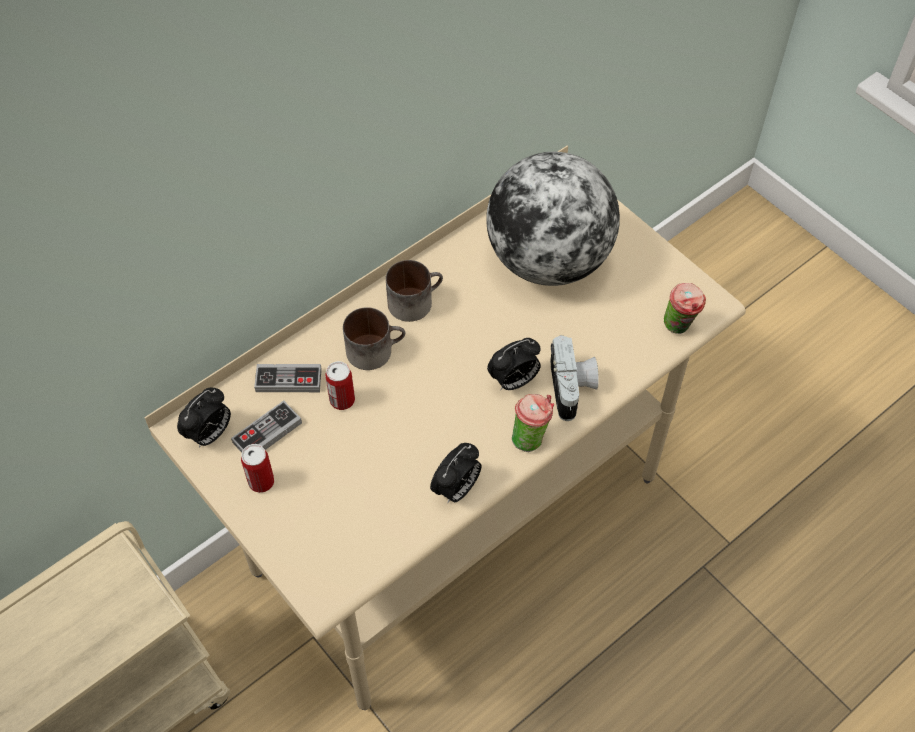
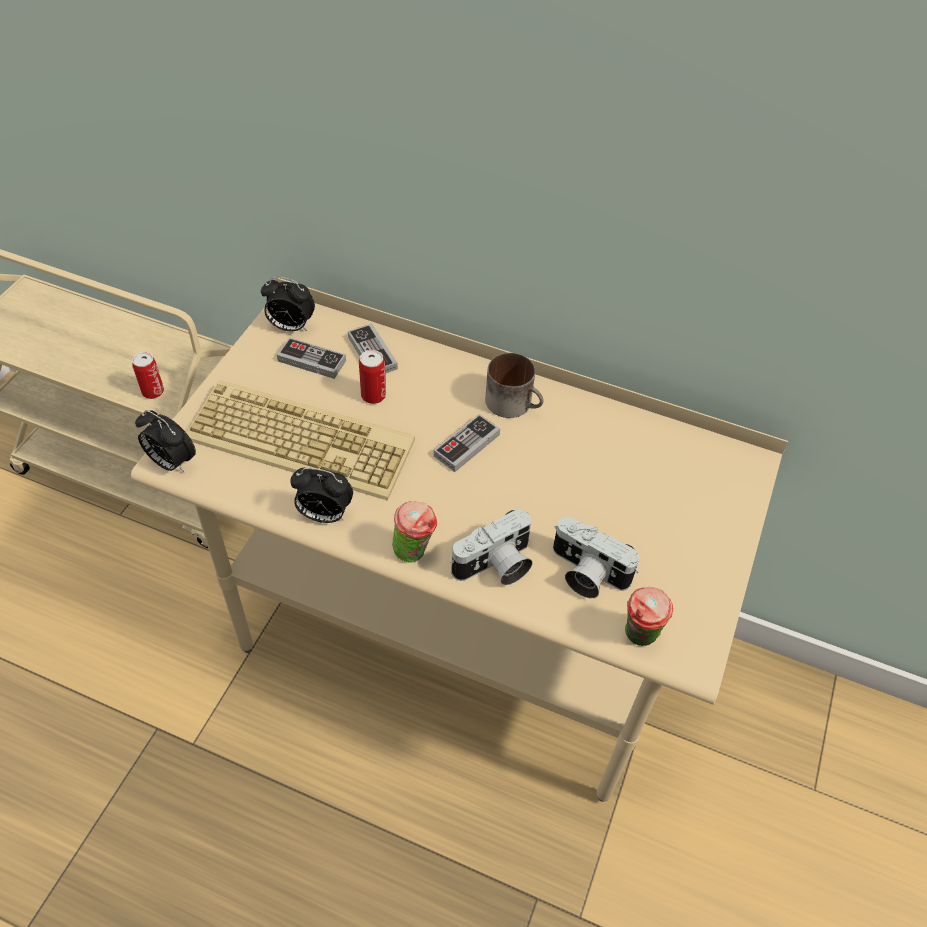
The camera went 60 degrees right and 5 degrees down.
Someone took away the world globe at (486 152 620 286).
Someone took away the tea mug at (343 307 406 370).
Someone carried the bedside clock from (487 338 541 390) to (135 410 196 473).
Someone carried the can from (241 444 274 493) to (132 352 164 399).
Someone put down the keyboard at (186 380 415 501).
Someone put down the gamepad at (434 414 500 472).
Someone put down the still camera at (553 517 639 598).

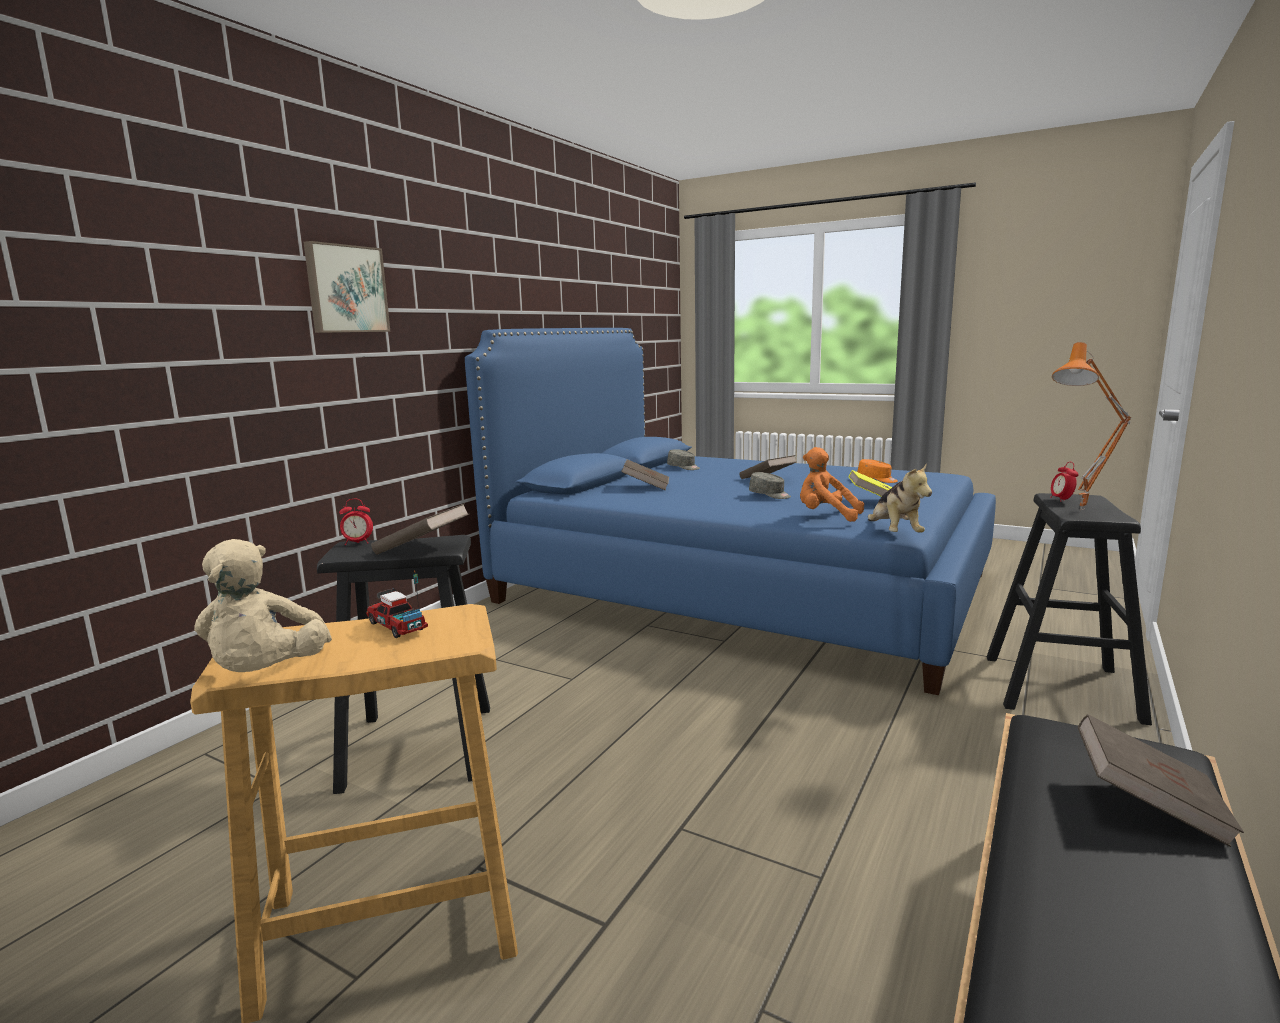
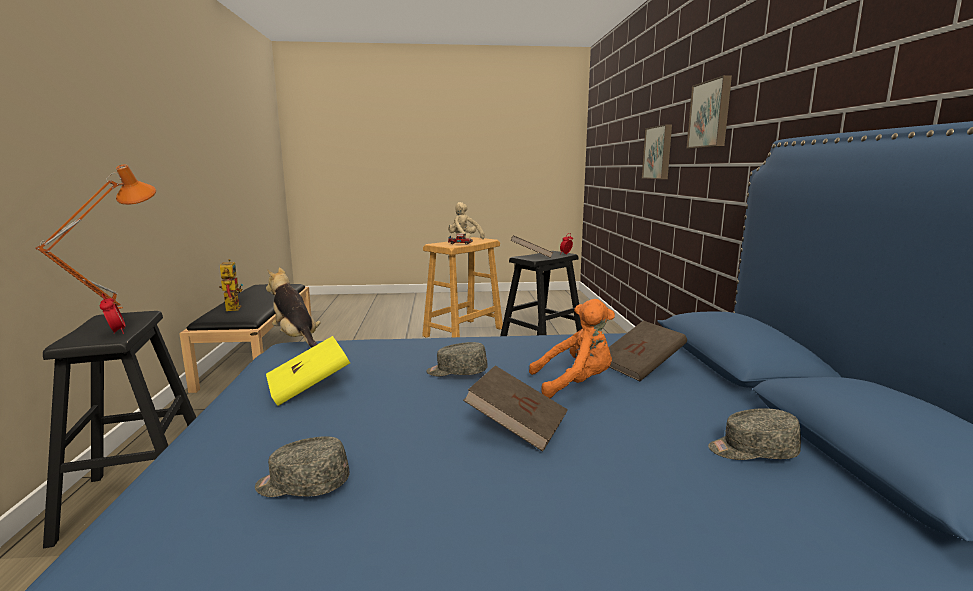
The camera went 145 degrees right and 0 degrees up.
Someone carried the orangey soft toy from (800 447 864 522) to (529 299 615 398).
Someone repainted the orangey cap at (857 459 898 483), which became the gray cap at (255 436 350 497).
Someone swapped the brownish bound book at (1078 714 1244 847) for the model robot at (219 259 243 311).
Someone put up the wall picture at (642 124 672 179).

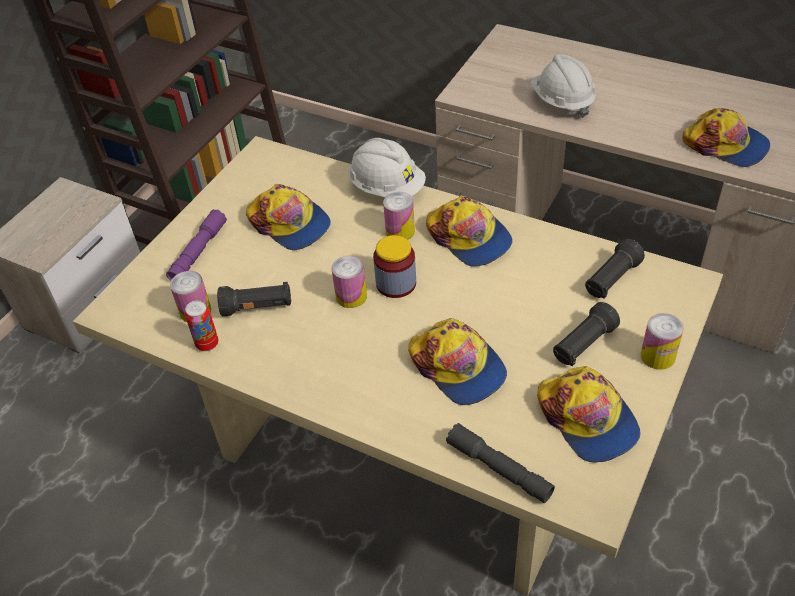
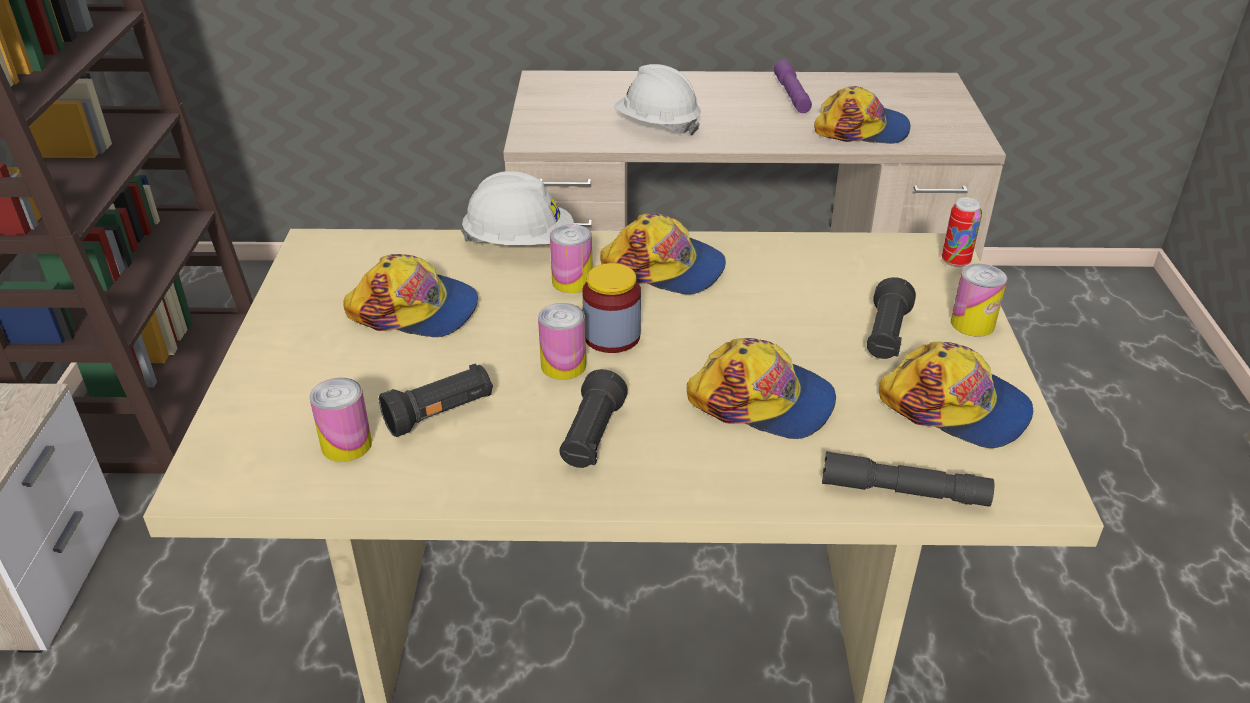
The camera went 30 degrees left and 10 degrees down.
Someone carried the purple hand torch from (166 209 227 281) to (774 60 812 113).
Someone carried the blackish hand torch from (585 239 645 299) to (559 369 628 468).
Someone carried the can from (185 300 218 351) to (942 197 982 267).

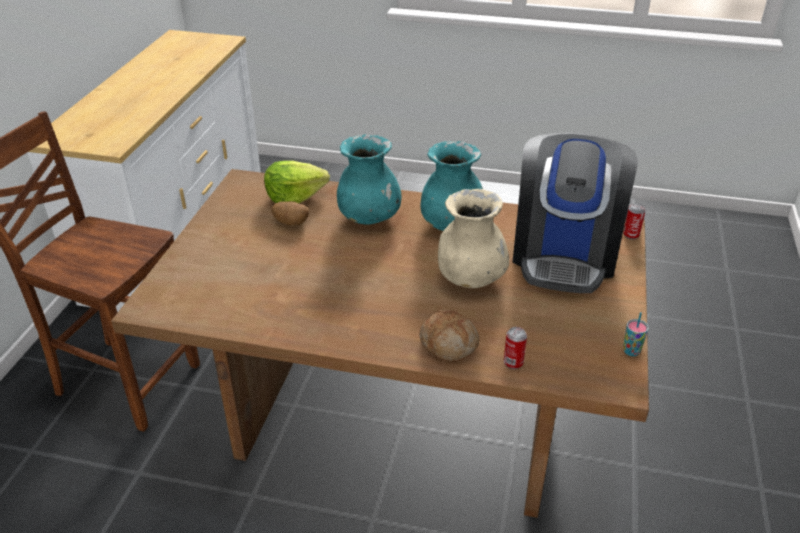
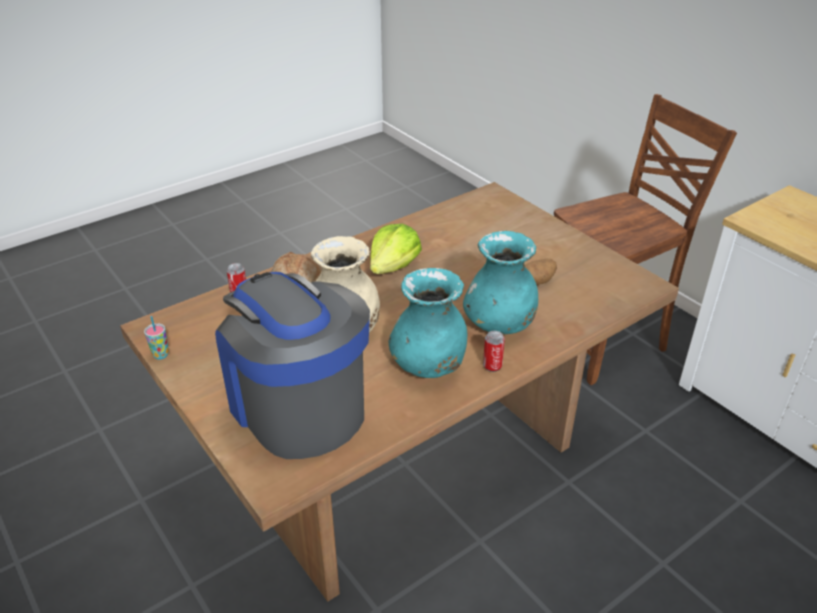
The camera went 130 degrees right and 0 degrees up.
Someone carried the lettuce head from (264 161 330 203) to (370 224 422 274).
Someone carried the can from (623 203 646 239) to (483 331 505 372).

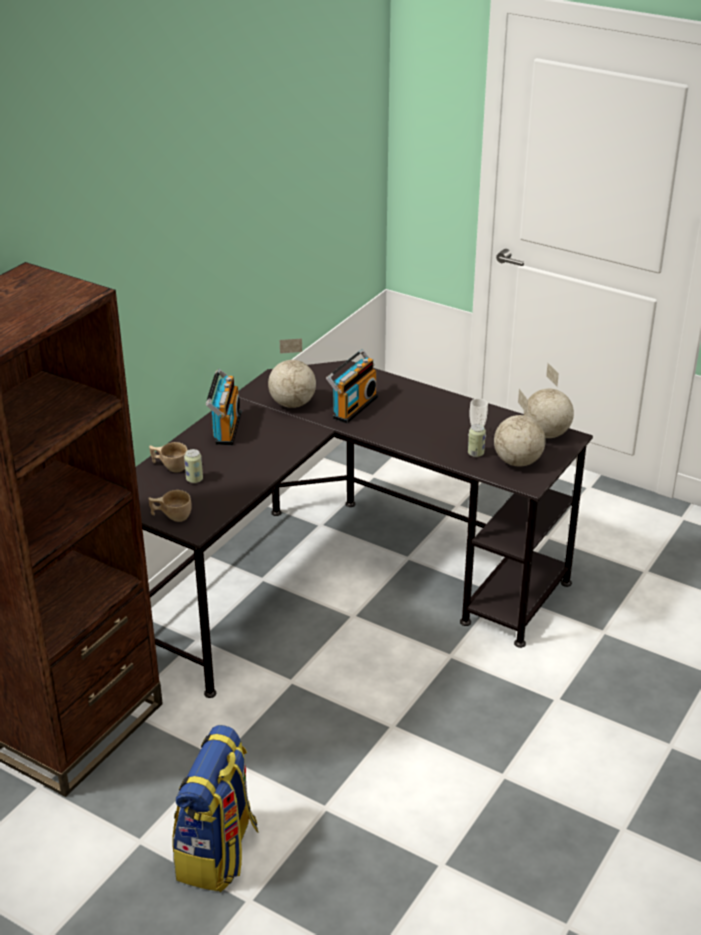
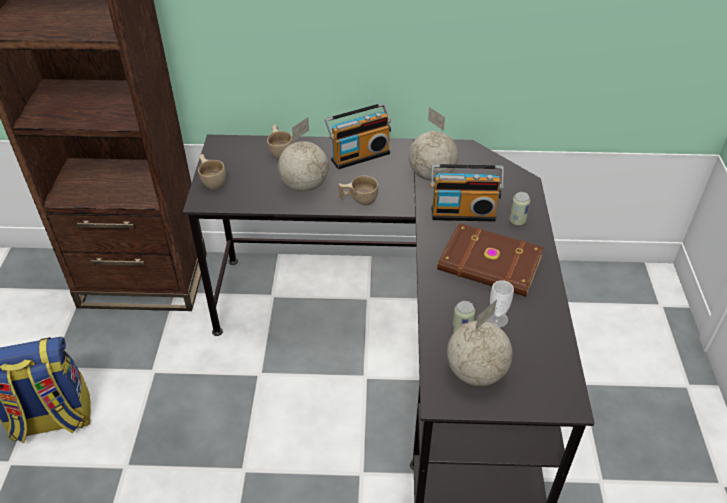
The camera went 60 degrees right and 10 degrees up.
Someone carried the world globe from (524 363 574 438) to (278 117 328 192).
Someone carried the can from (184 449 203 483) to (509 192 530 225).
Someone put down the beige-coloured drinking cup at (338 175 378 206).
Someone put down the brownish bound book at (437 223 544 297).

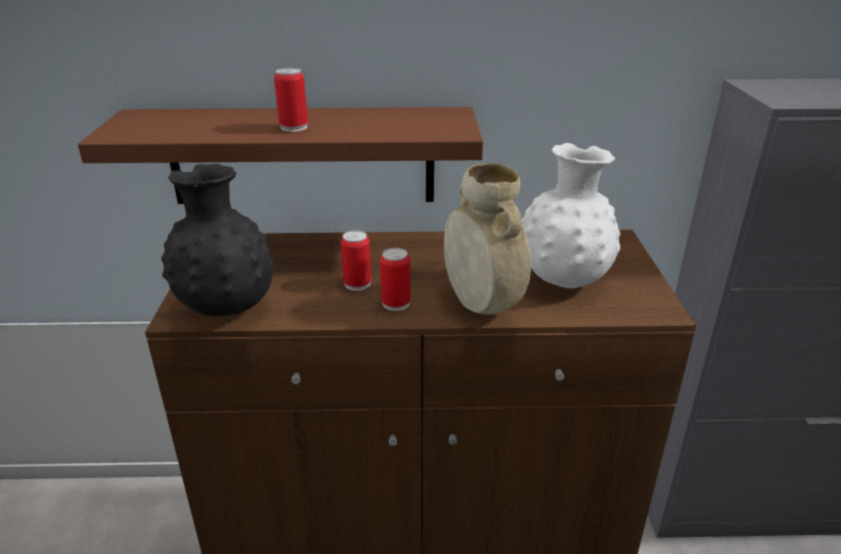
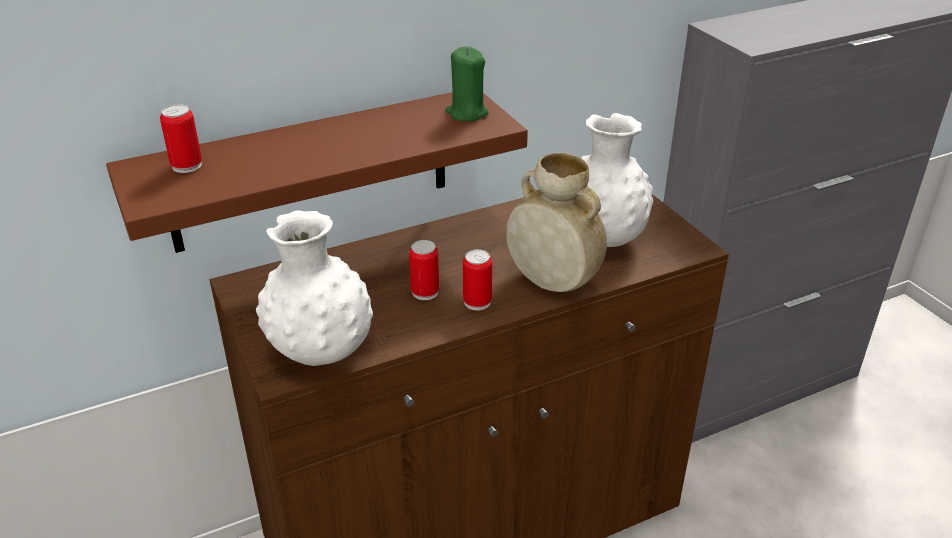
The camera went 25 degrees left and 5 degrees up.
Someone carried the can from (274 68 308 132) to (160 104 202 173).
Someone repainted the blackish flower vase at (161 164 274 316), which became the whitish flower vase at (256 211 373 366).
Someone put down the greenish candle at (445 47 489 121).

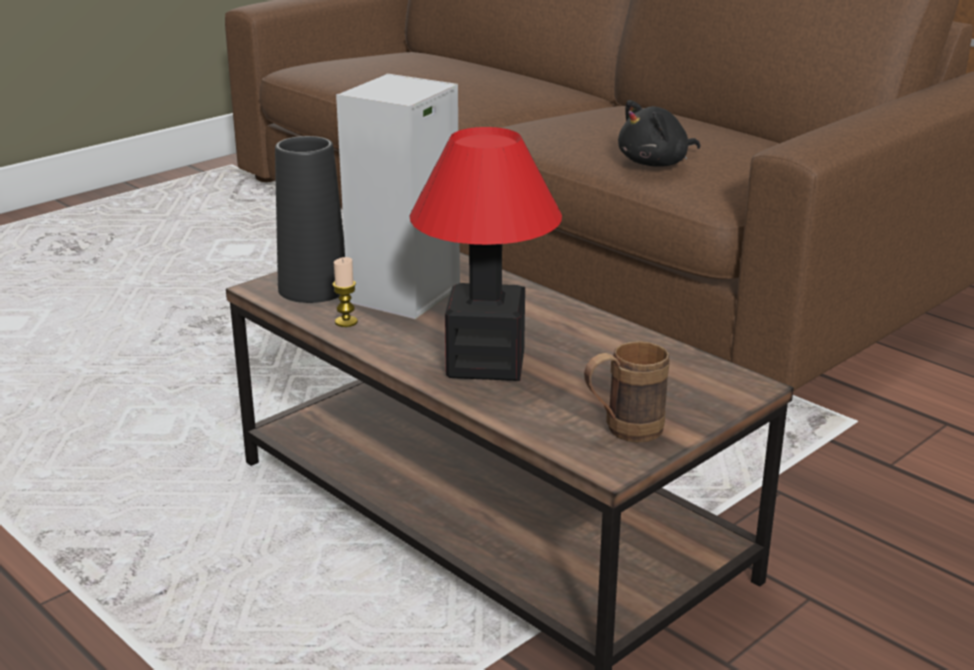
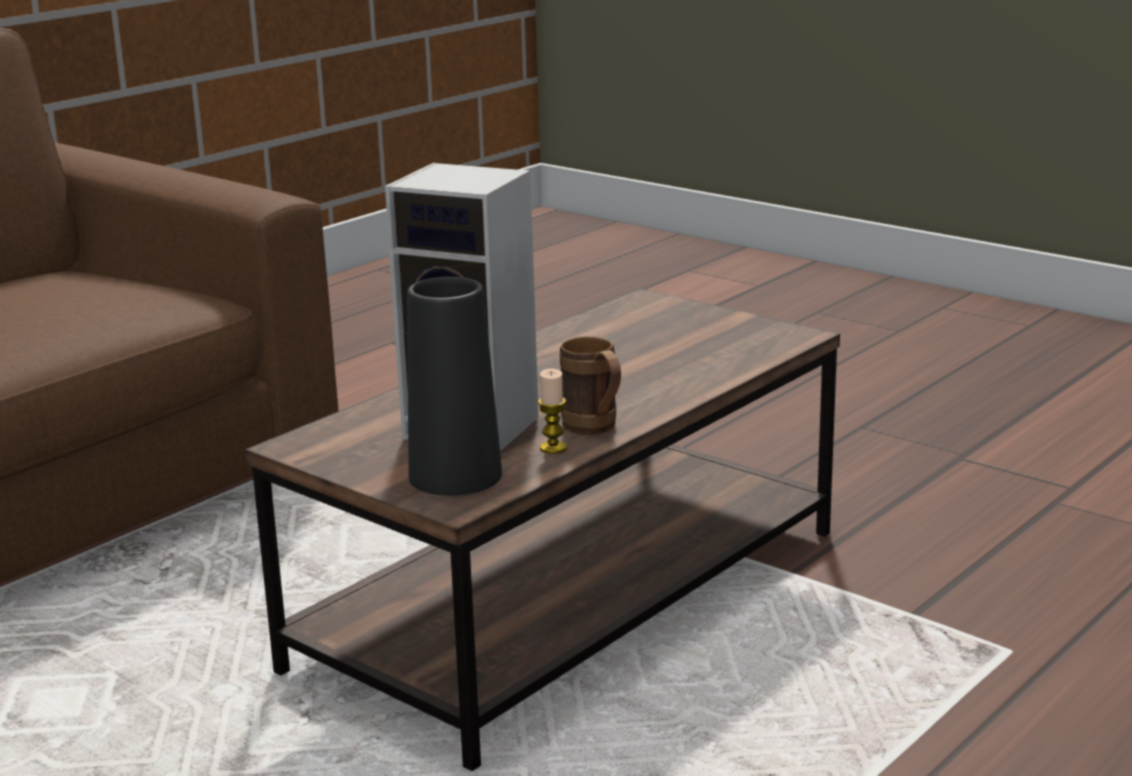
The camera went 95 degrees left and 5 degrees down.
Someone took away the blackish soft toy at (618 100 700 167).
Someone took away the tabletop lamp at (410 127 562 381).
Someone carried the brownish tea mug from (584 341 670 443) to (560 337 621 435).

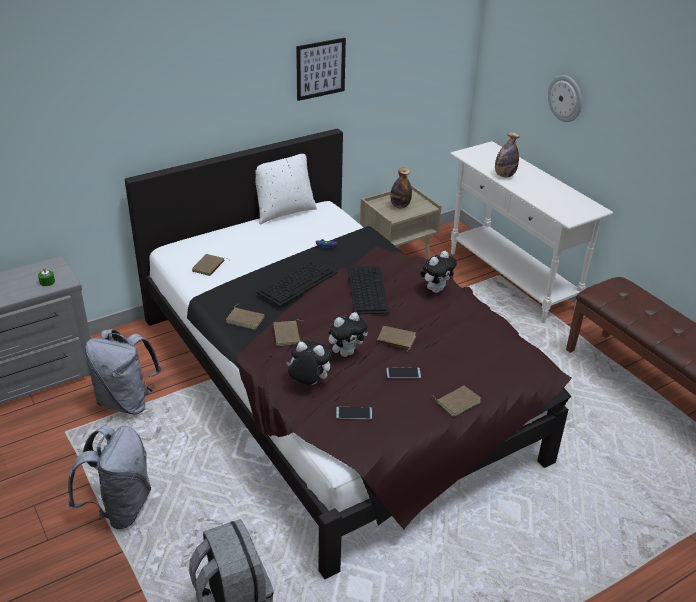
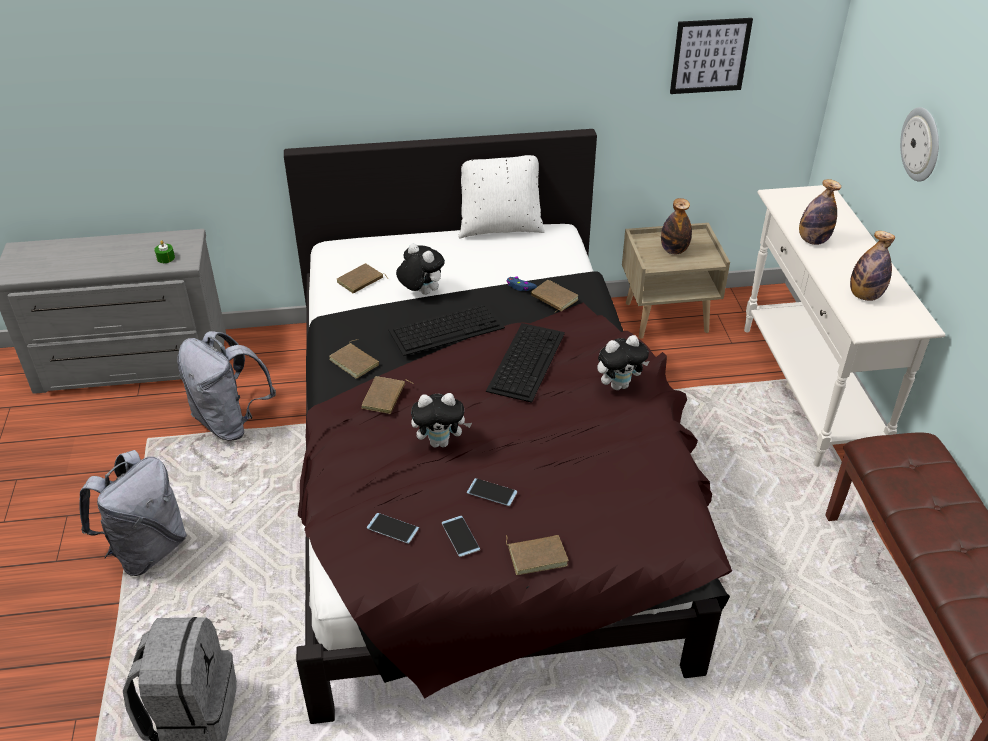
The camera went 25 degrees right and 5 degrees up.
Someone carried the wall picture from (296 38 346 101) to (670 18 753 94).
Someone carried the brownish bound book from (377 326 416 352) to (531 280 579 312).
Someone carried the soft toy from (286 341 332 385) to (396 243 445 295).
Someone put down the beverage bottle at (850 231 895 301).
Someone put down the phone at (442 516 480 557).

